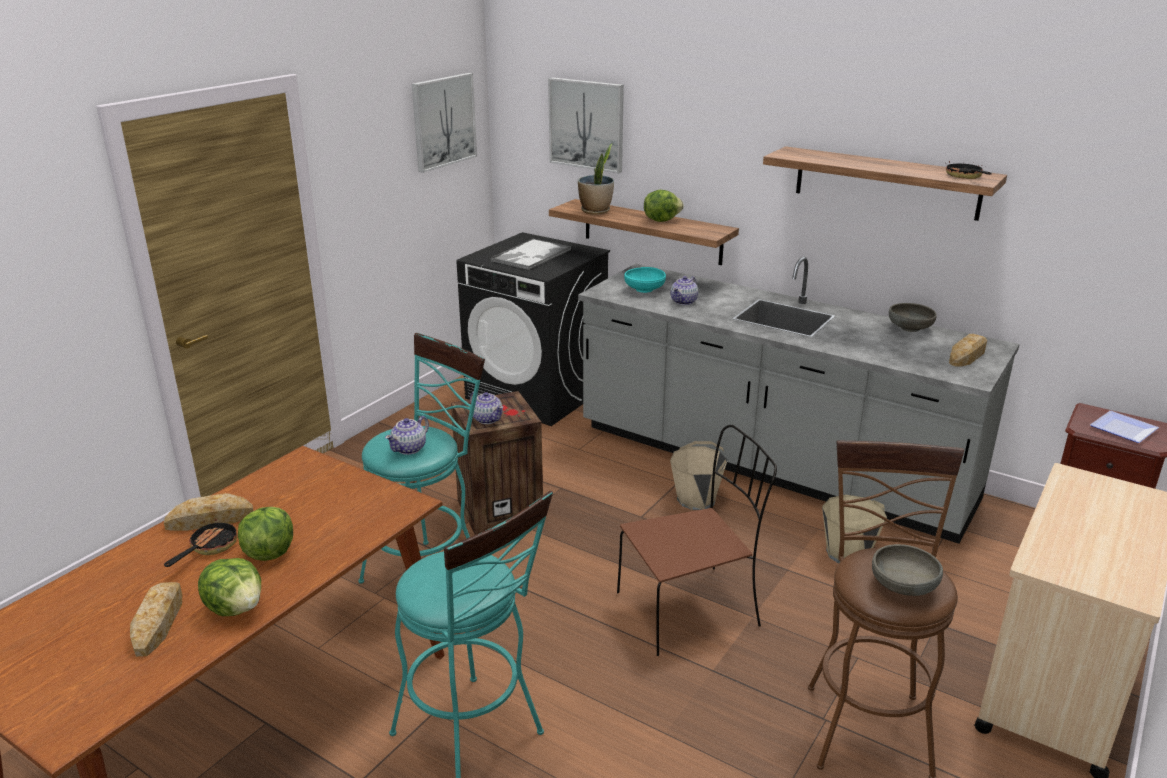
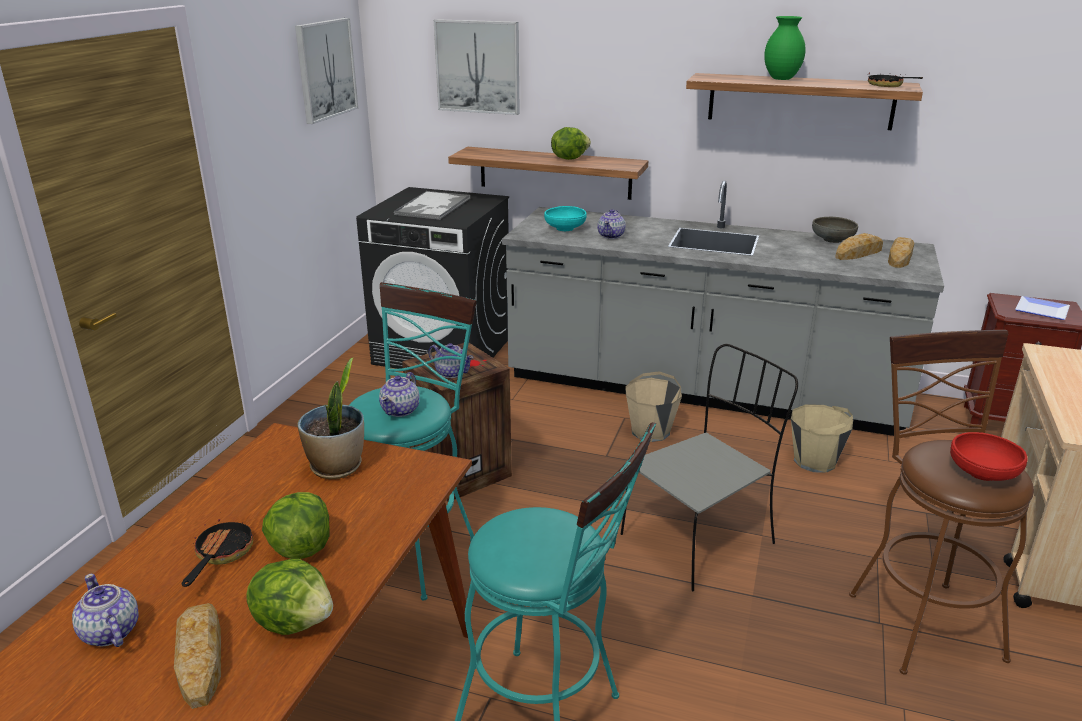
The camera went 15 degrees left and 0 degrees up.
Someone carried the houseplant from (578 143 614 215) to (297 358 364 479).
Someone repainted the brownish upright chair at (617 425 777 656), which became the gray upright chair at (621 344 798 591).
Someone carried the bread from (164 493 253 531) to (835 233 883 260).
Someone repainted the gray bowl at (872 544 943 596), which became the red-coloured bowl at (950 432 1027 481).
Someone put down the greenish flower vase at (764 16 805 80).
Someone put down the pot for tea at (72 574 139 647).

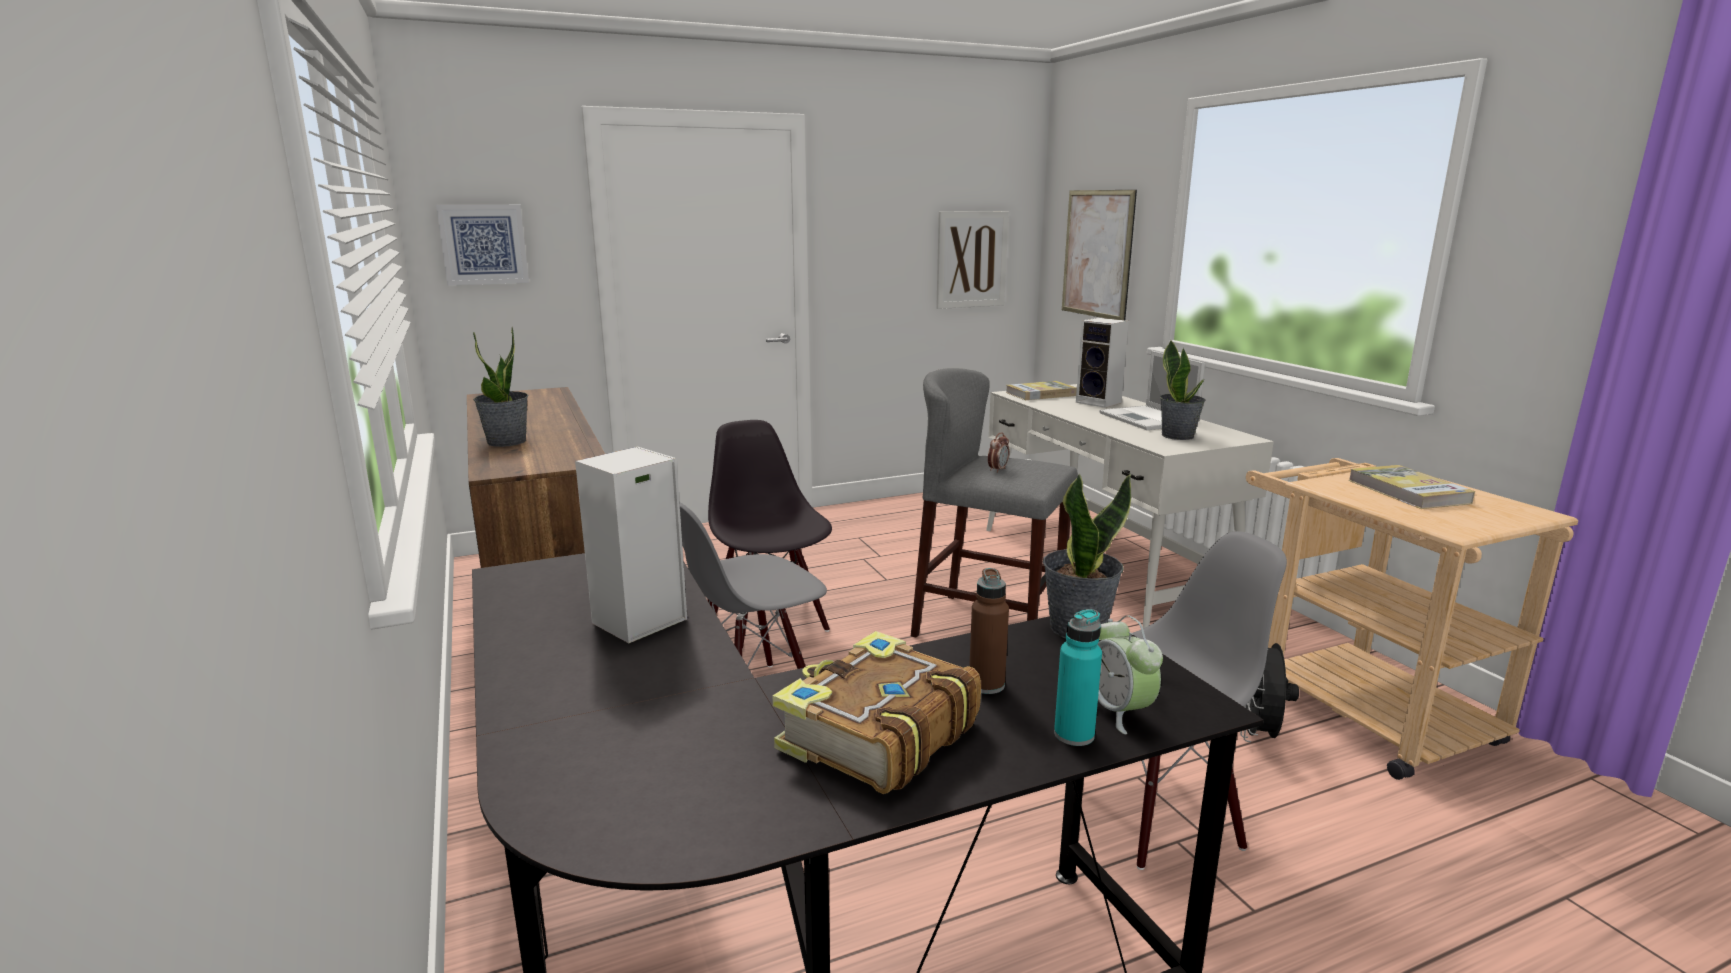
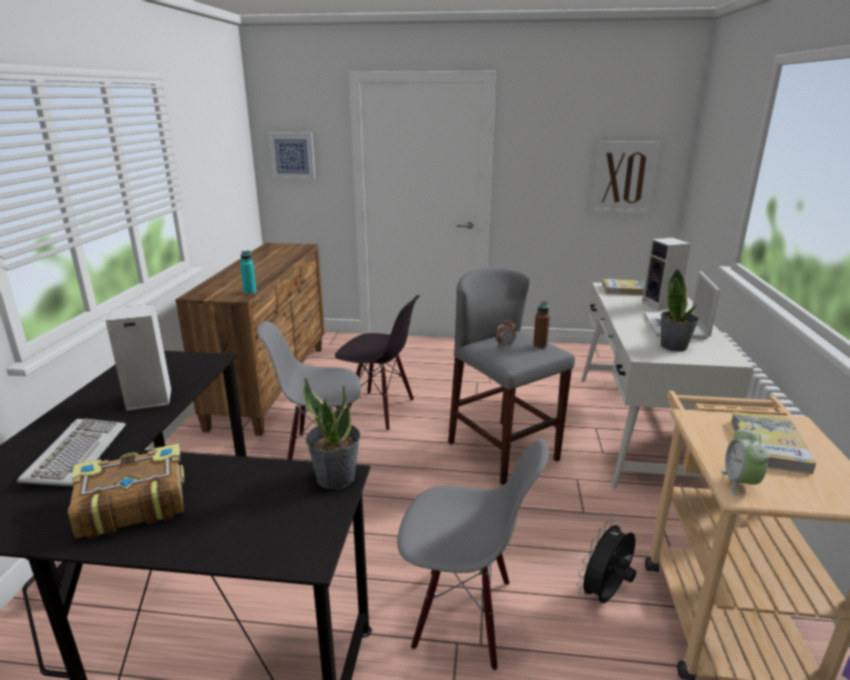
The camera went 30 degrees right and 5 degrees up.
Someone took away the wall picture at (1062 190 1137 320).
Someone took away the houseplant at (473 327 528 447).
Someone rotated the blackish upright chair at (708 420 832 650) by 105 degrees clockwise.
Someone carried the brownish beverage bottle from (969 568 1009 694) to (533 301 550 349).
Someone carried the blue-green beverage bottle from (1054 609 1102 746) to (240 250 257 294).
Someone carried the bedside clock from (1098 616 1163 734) to (721 427 770 496).
Someone put down the keyboard at (17 418 126 486).

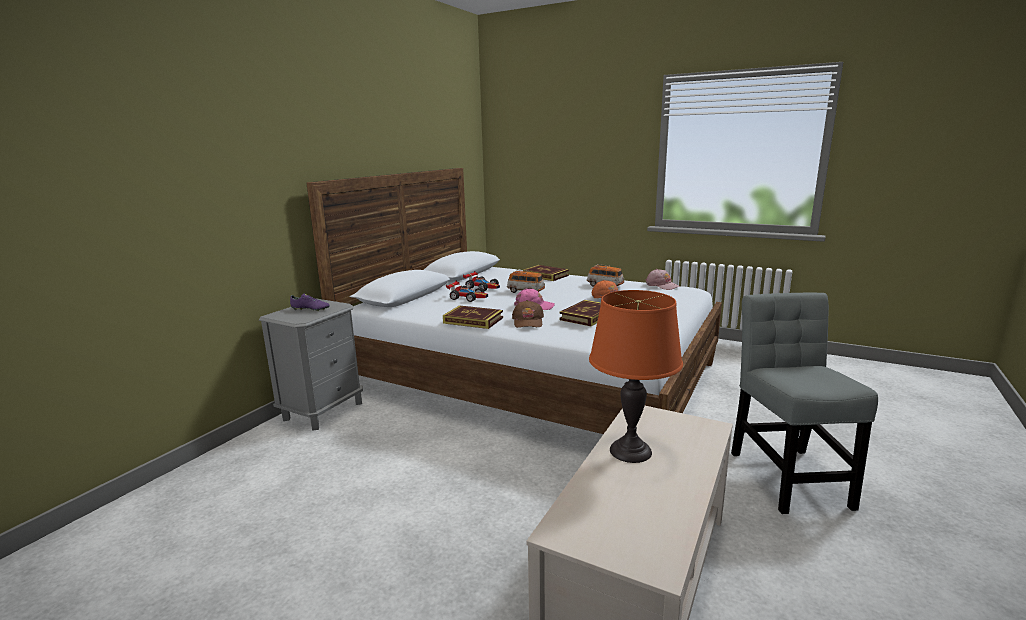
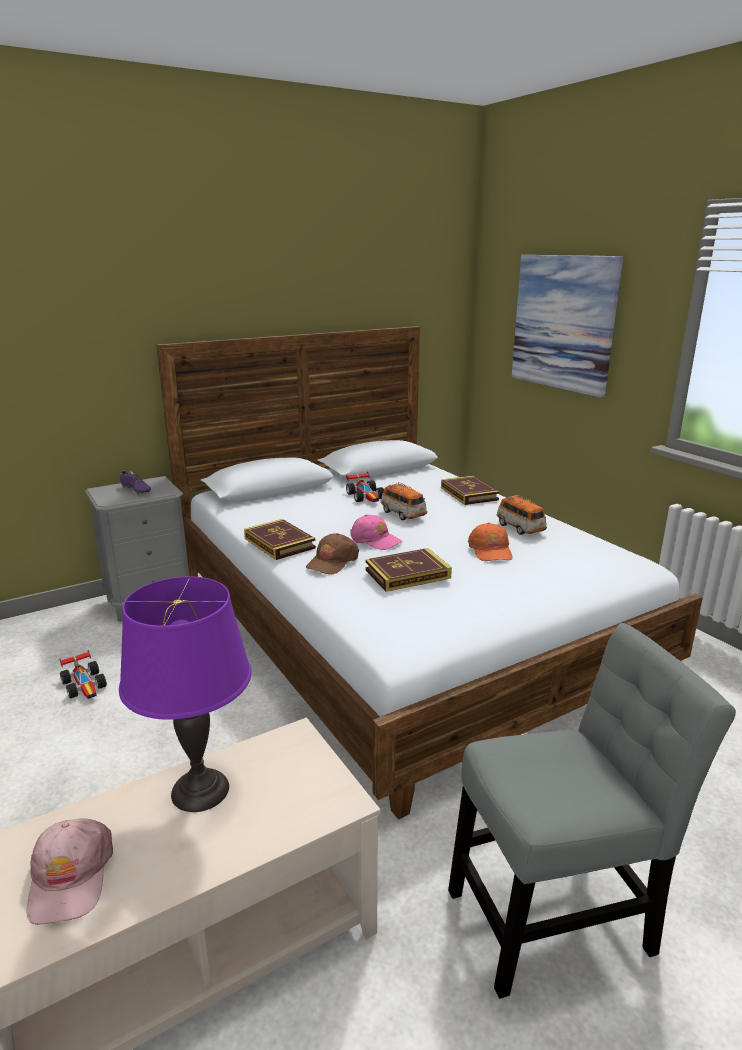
The camera went 30 degrees right and 5 degrees up.
Someone carried the pink-coloured cap from (645 269 681 290) to (27 818 113 925).
Someone carried the toy car from (446 280 488 302) to (60 650 107 699).
Someone repainted the orangey tabletop lamp at (589 290 683 463), which became the purple tabletop lamp at (119 577 252 812).
Someone rotated the gray upright chair at (731 293 878 514) by 45 degrees clockwise.
Someone put up the wall picture at (512 255 623 397).

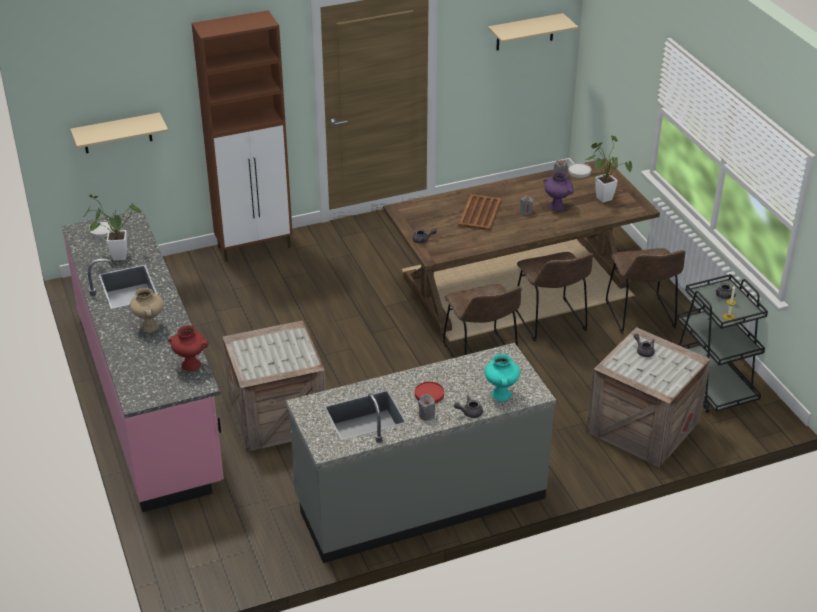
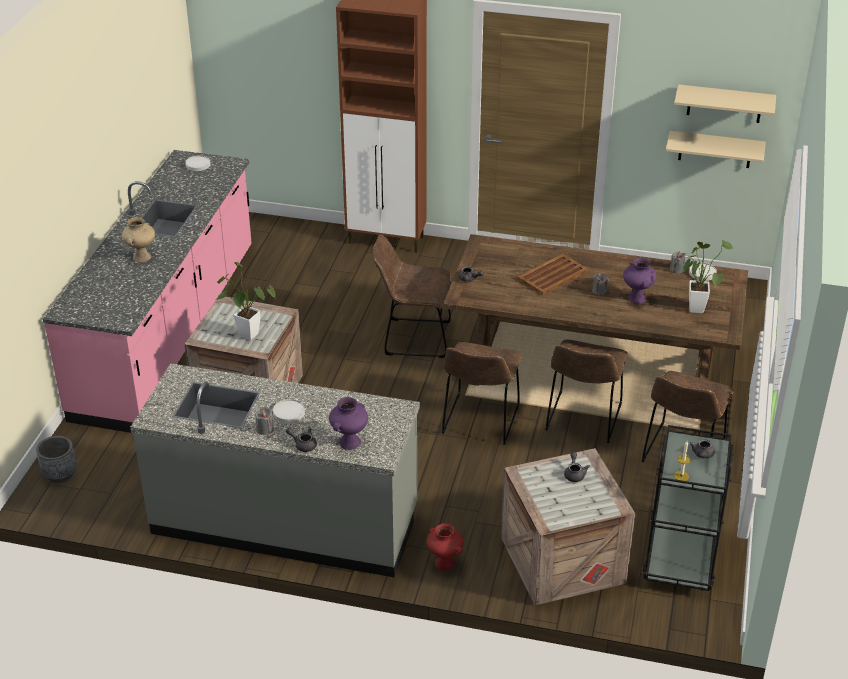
The camera went 35 degrees right and 0 degrees up.
Someone carried the beige-coloured wall shelf from (70 112 168 153) to (666 131 766 168).
Someone carried the houseplant from (83 195 141 261) to (217 262 276 340).
Someone carried the red-coloured flower vase from (168 326 209 371) to (426 524 464 571).
Someone repainted the blue-green flower vase at (485 354 520 401), which became the purple flower vase at (329 397 368 450).
Someone repainted the red-coloured dinner plate at (415 382 444 404), which became the whitish dinner plate at (273 399 305 423).
Someone put down the brownish upright chair at (373 234 451 358).
Someone put down the gray plant pot at (36 436 77 483).

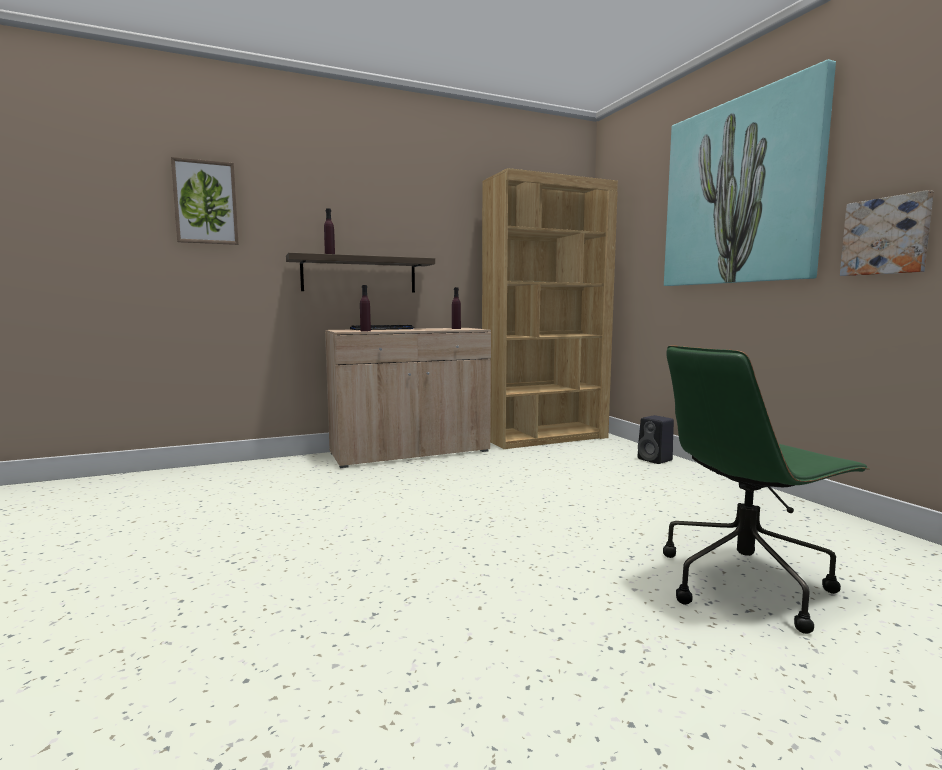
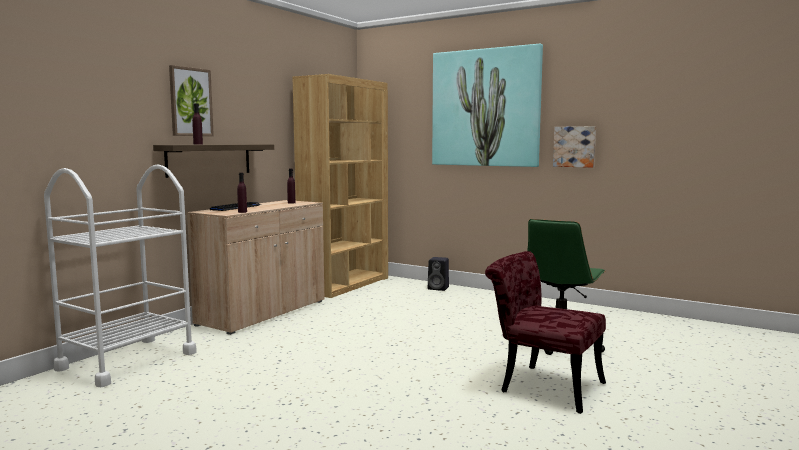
The camera went 35 degrees left and 0 degrees up.
Someone carried the wall picture from (171 157 239 245) to (169 65 214 136).
Someone put down the whitish wheeled cart at (44 165 197 387).
Someone put down the red-coloured upright chair at (485 251 606 414).

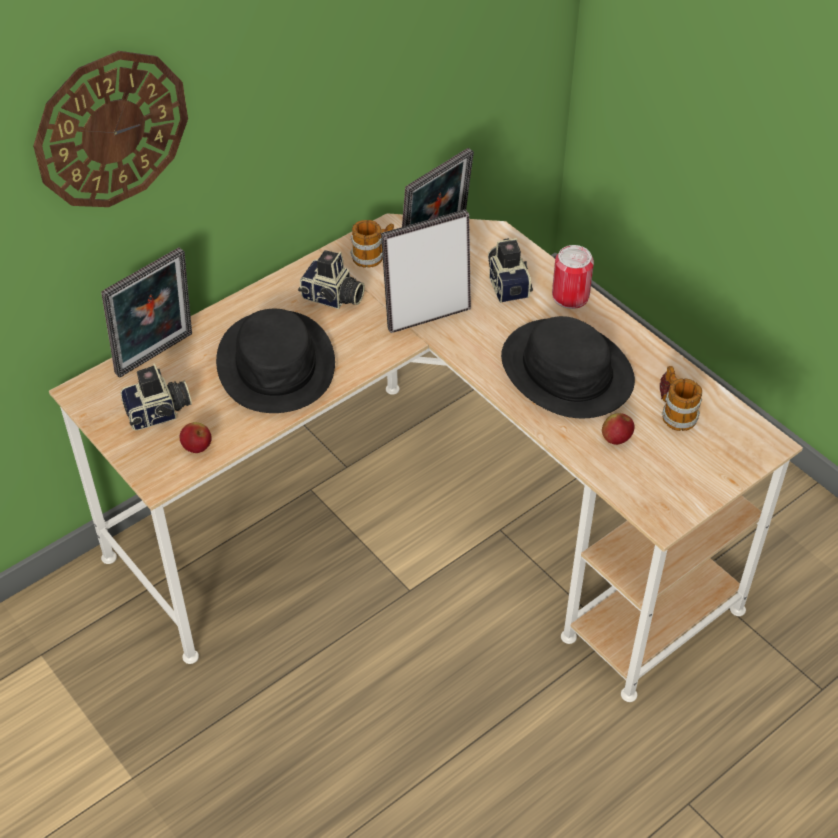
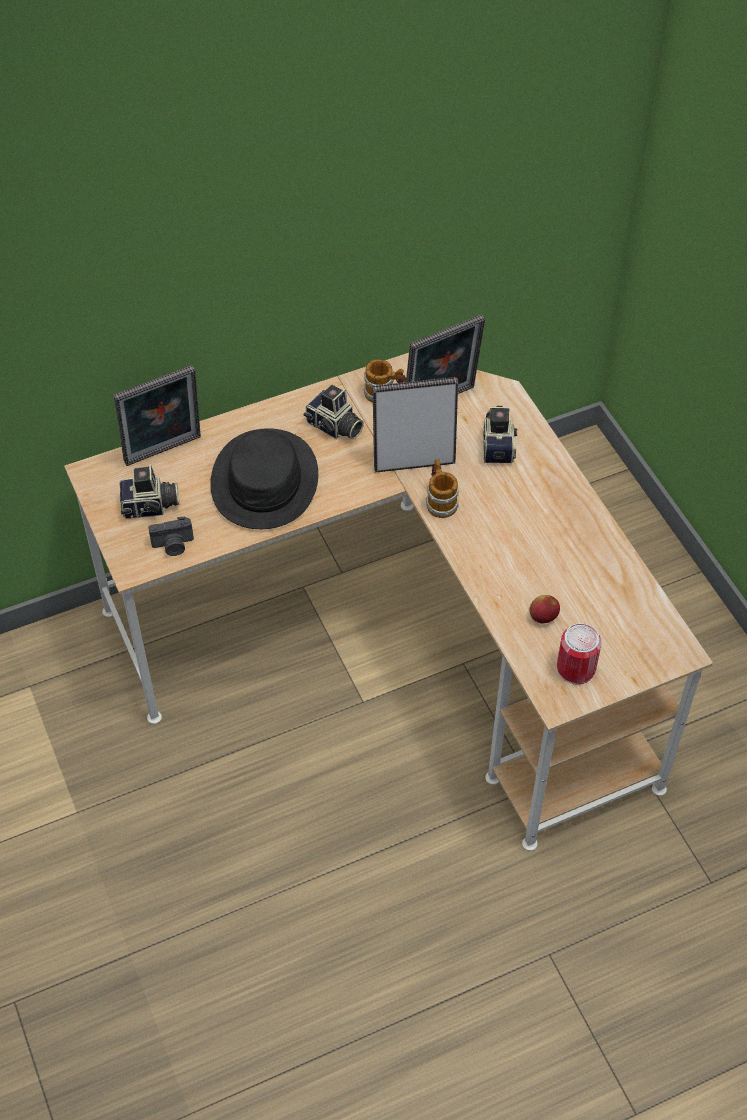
The camera went 15 degrees right and 5 degrees up.
Someone took away the hanging clock at (33 51 188 207).
Someone carried the can from (552 245 594 309) to (557 623 602 685).
Someone took away the blackish wearable hat at (501 316 635 418).
Someone carried the tea mug from (660 366 702 431) to (426 459 459 518).
Someone swapped the apple fruit at (179 422 212 453) for the still camera at (148 516 194 556).

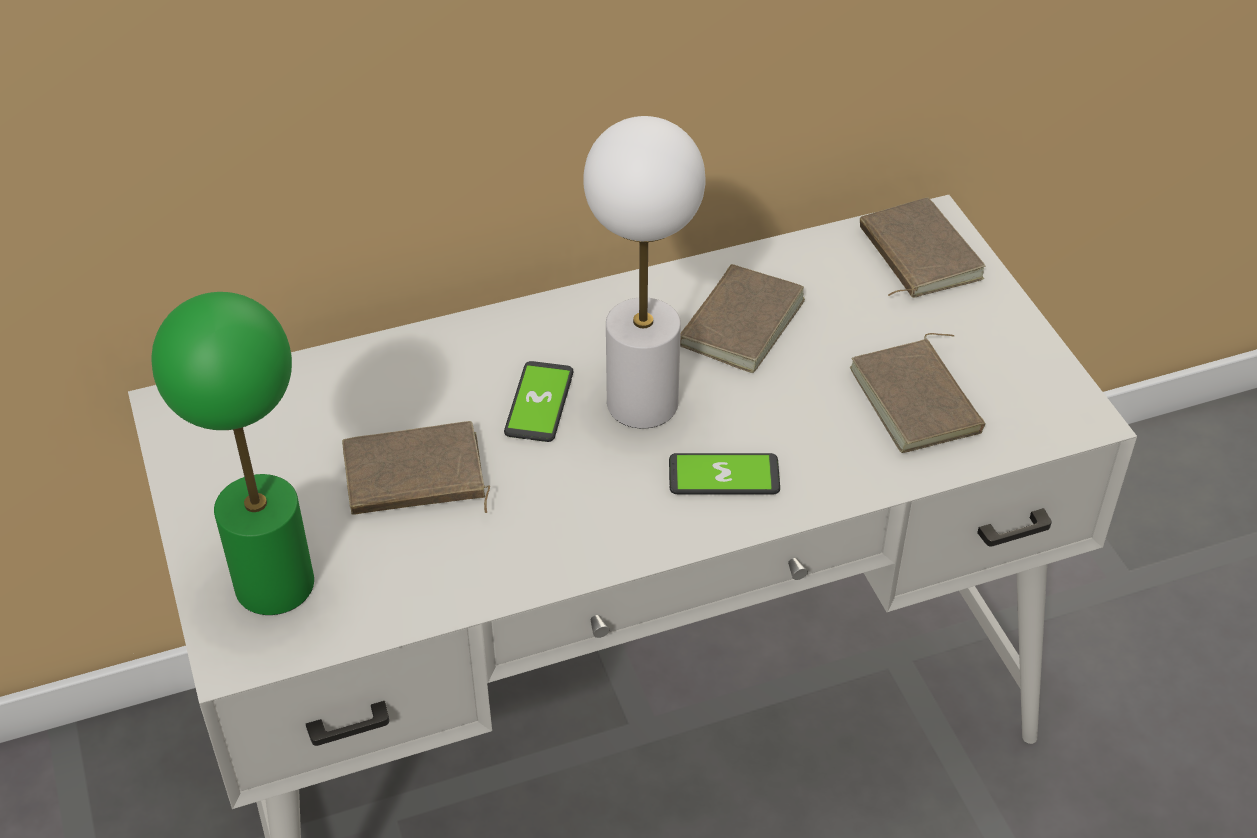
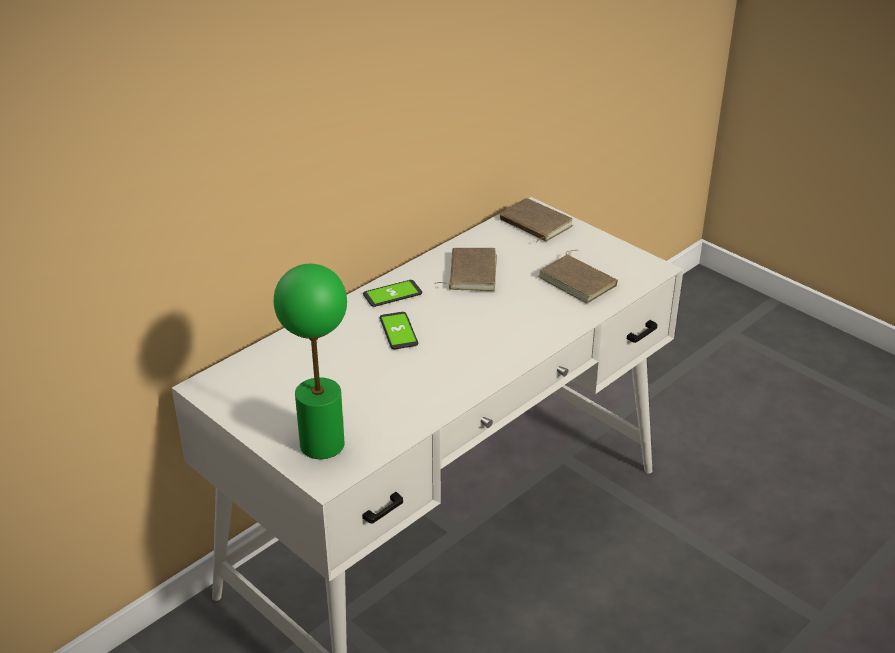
The camera went 25 degrees left and 10 degrees down.
Someone took away the whitish tabletop lamp at (584 116 706 429).
Someone took away the brownish bound book at (342 421 490 515).
Someone carried the phone from (669 453 780 494) to (363 280 422 307).

